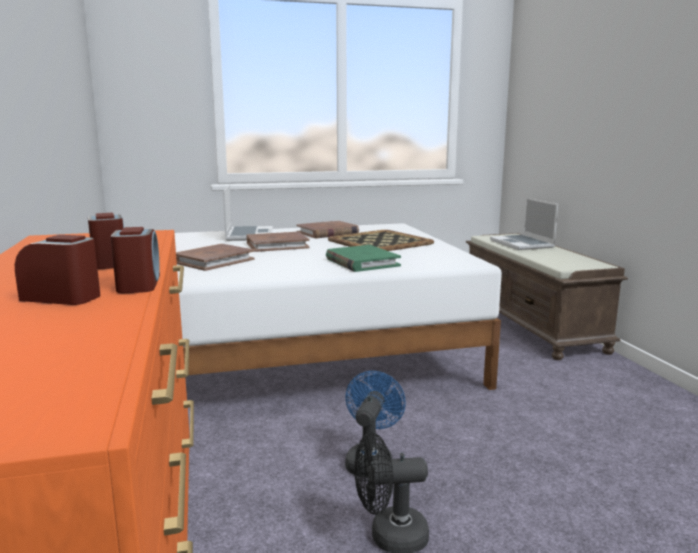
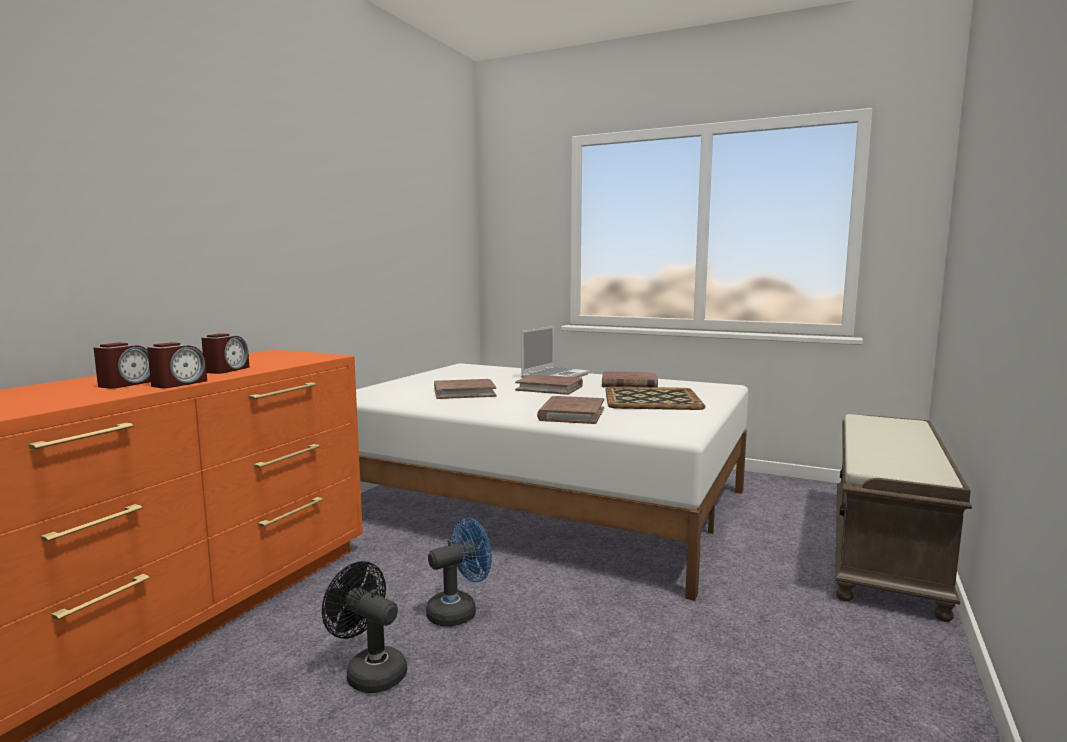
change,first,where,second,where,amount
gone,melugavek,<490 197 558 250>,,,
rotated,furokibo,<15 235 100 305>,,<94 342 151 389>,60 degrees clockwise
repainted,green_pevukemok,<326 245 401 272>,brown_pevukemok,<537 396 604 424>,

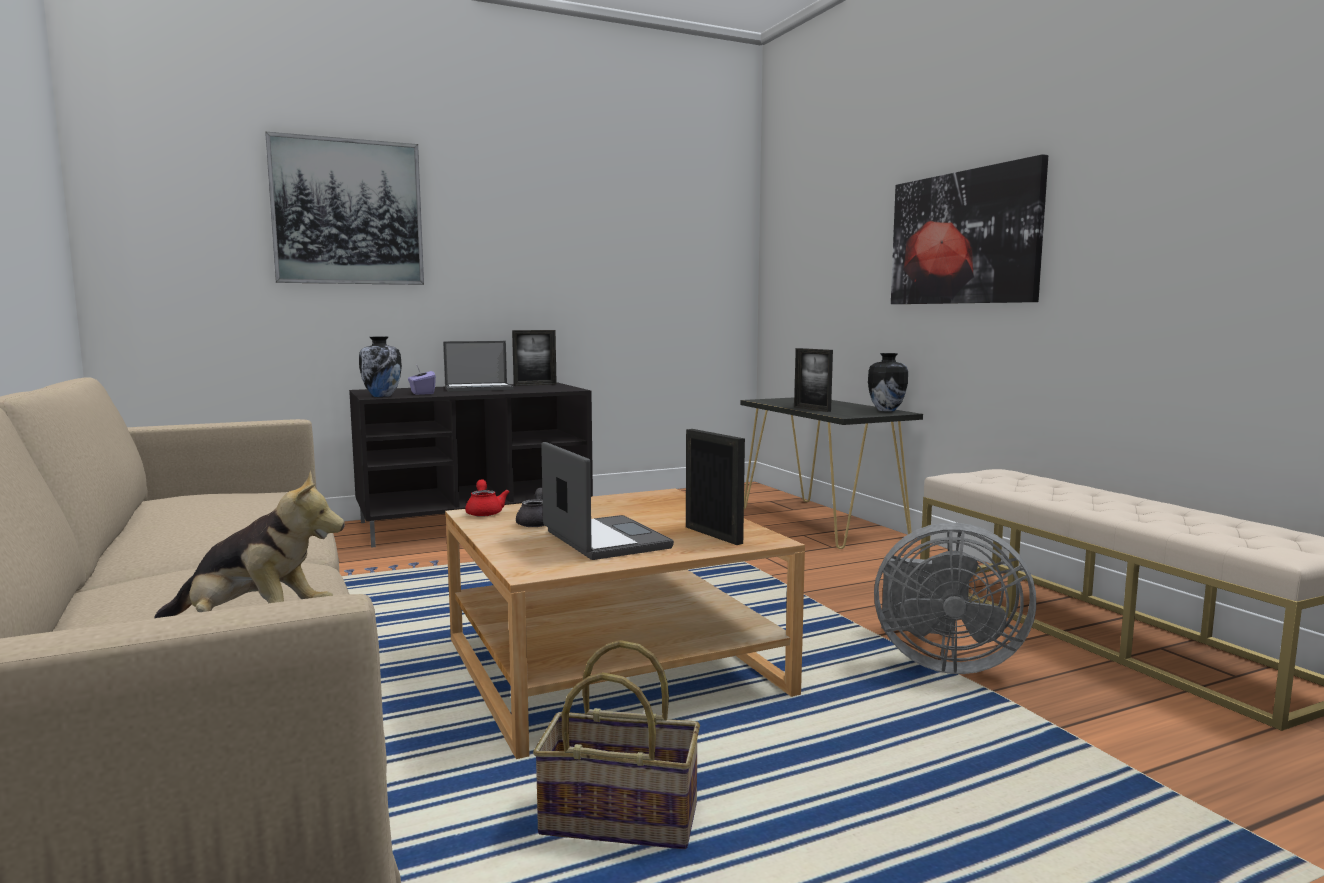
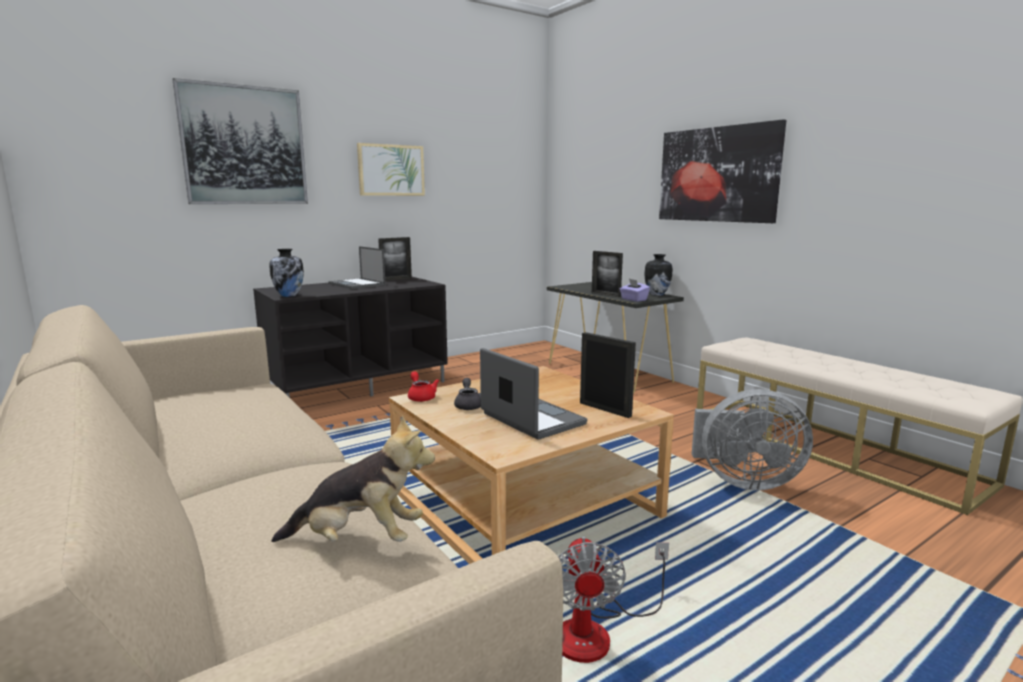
change,first,where,second,where,amount
rotated,melugavek,<443 341 513 392>,,<328 246 386 289>,75 degrees clockwise
shifted,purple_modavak,<408 366 436 395>,,<620 279 650 302>,
swapped,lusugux,<533 640 700 849>,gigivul,<558 536 669 663>,
new,,,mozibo,<357 143 425 196>,

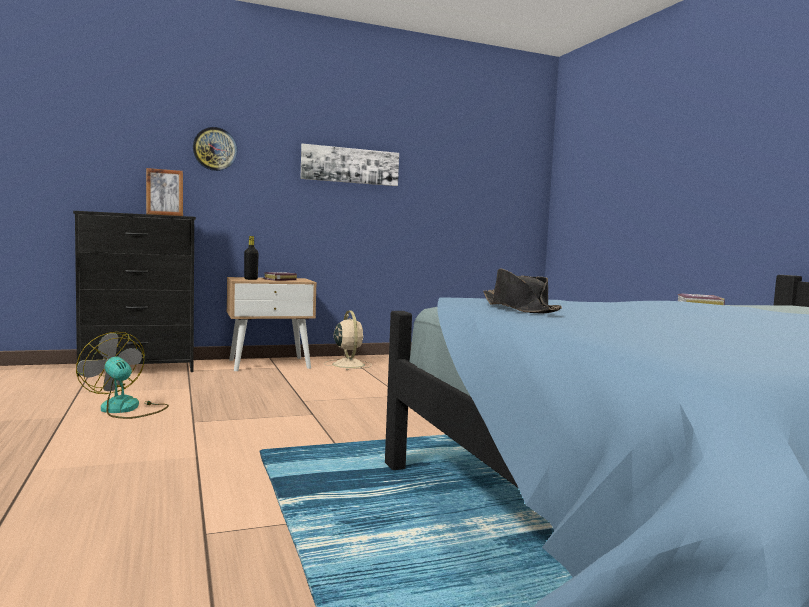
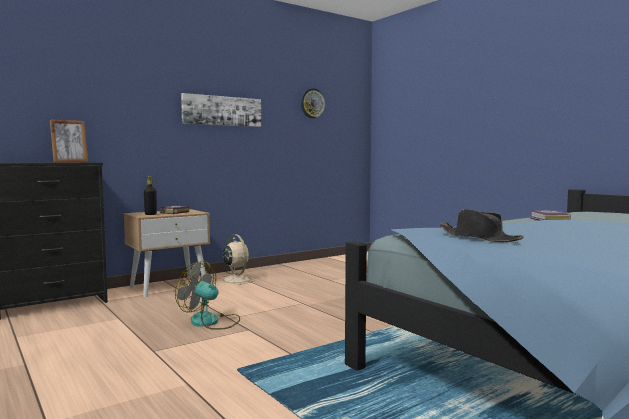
change,first,where,second,where,amount
shifted,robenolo,<193 127 237 171>,,<301 88 326 119>,
shifted,gigivul,<76 332 169 419>,,<175 261 240 329>,

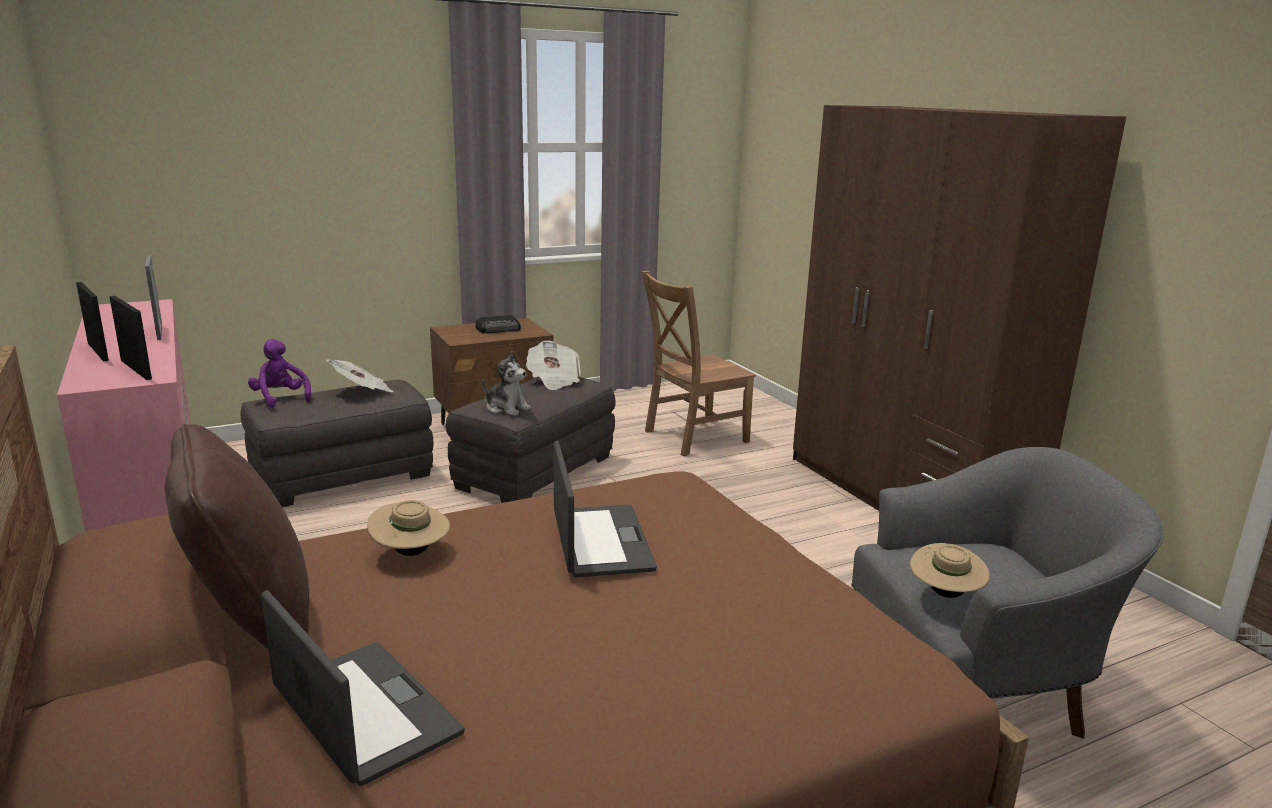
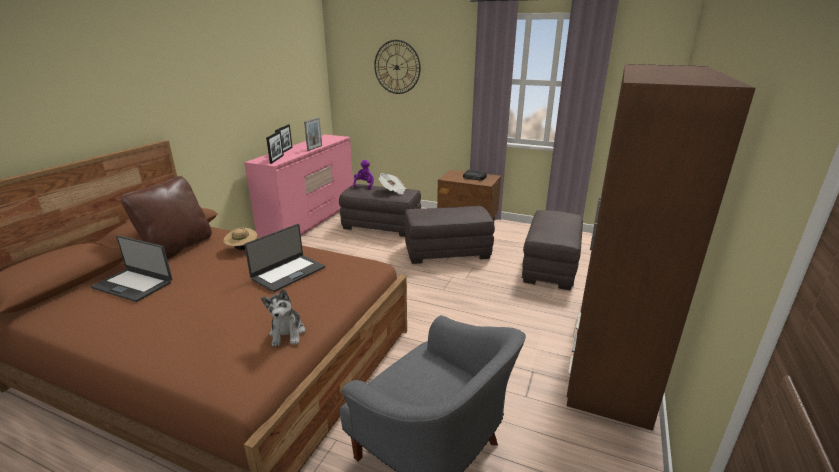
change,first,where,second,where,amount
swapped,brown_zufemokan,<642 271 756 456>,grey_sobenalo,<522 210 583 290>,
gone,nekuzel,<525 341 580 390>,,,
shifted,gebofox,<482 352 531 416>,,<261 289 305 346>,
gone,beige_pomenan,<910 543 990 598>,,,
rotated,melugavek,<261 590 465 786>,,<90 235 172 302>,105 degrees clockwise
new,,,robenolo,<374 40 421 94>,

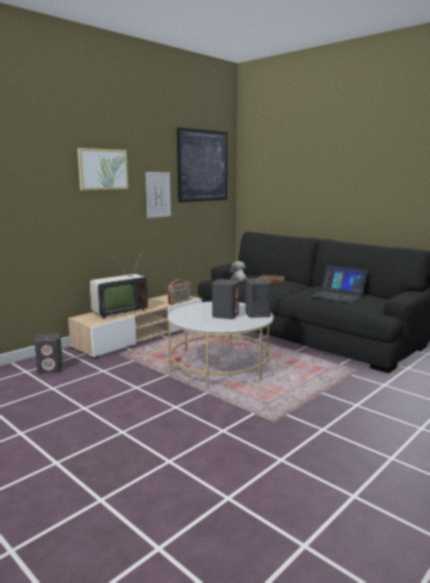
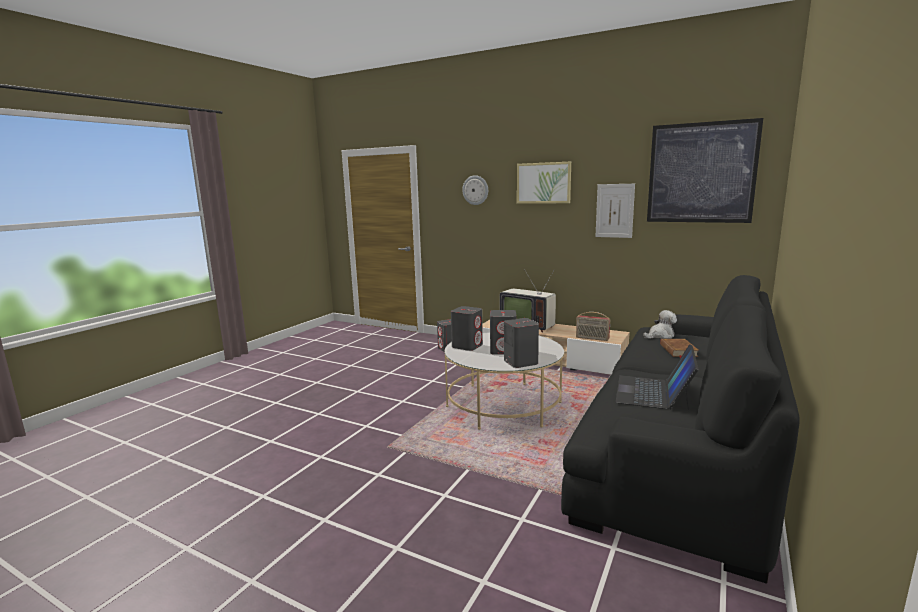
change,first,where,second,where,amount
new,,,robenolo,<462 175 488 205>,
new,,,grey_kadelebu,<451 306 483 351>,

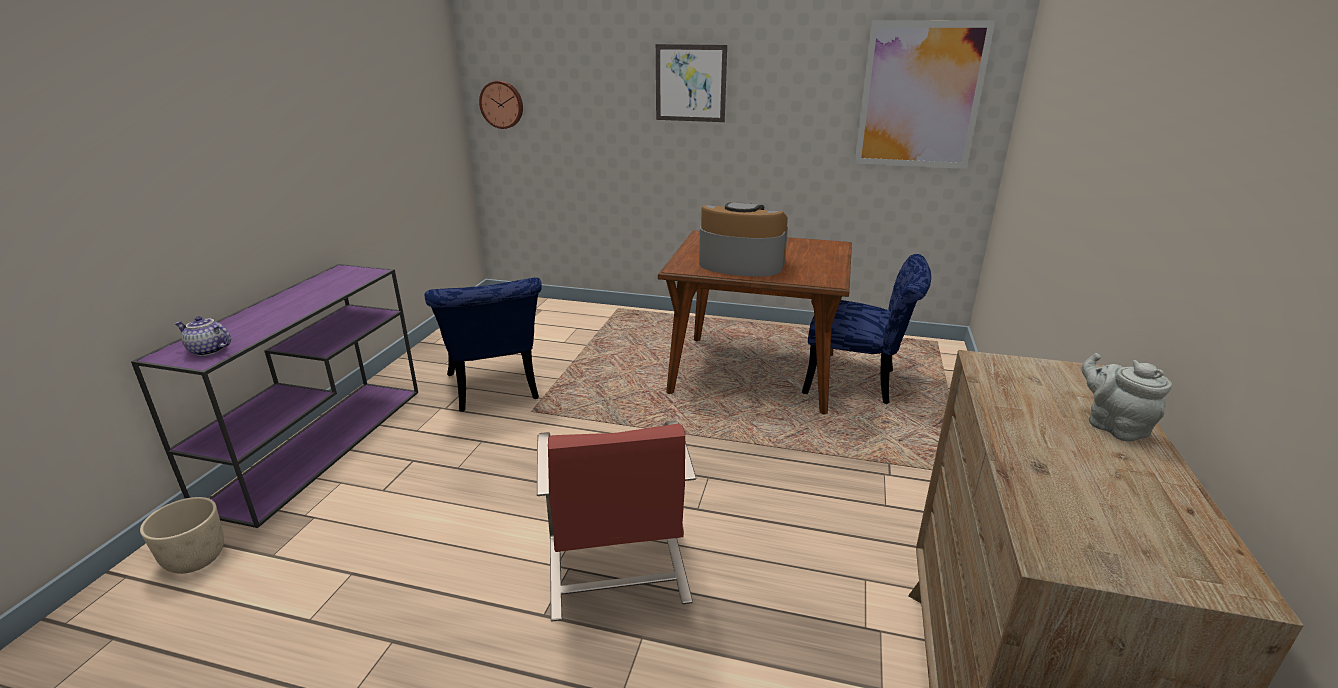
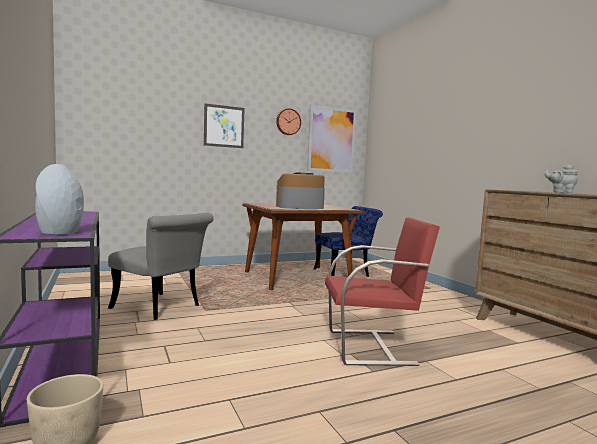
change,first,where,second,where,amount
shifted,robenolo,<479 81 523 129>,,<276 108 301 135>,
repainted,blue_zufemokan,<425 277 542 412>,grey_zufemokan,<108 213 214 320>,
swapped,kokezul,<174 316 231 356>,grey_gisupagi,<35 164 84 235>,
rotated,red_zufemokan,<537 421 696 622>,,<325 217 440 366>,45 degrees counterclockwise

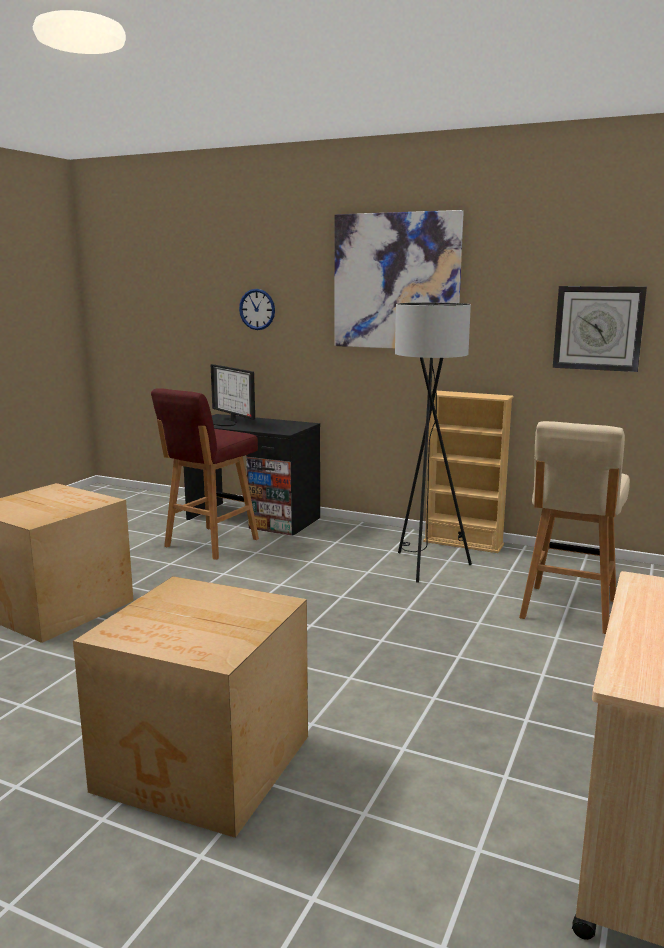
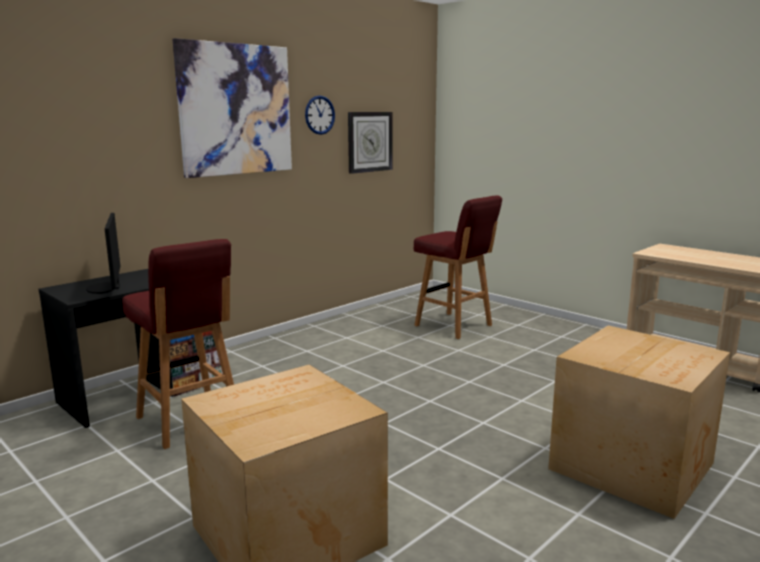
change,first,where,second,where,amount
shifted,robenolo,<239 289 275 330>,,<305 95 335 135>,
gone,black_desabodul,<395 302 472 583>,,,
rotated,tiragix,<211 364 255 426>,,<86 213 120 294>,90 degrees clockwise
gone,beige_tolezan,<423 391 514 553>,,,
repainted,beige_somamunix,<519 421 630 634>,red_somamunix,<414 196 502 339>,

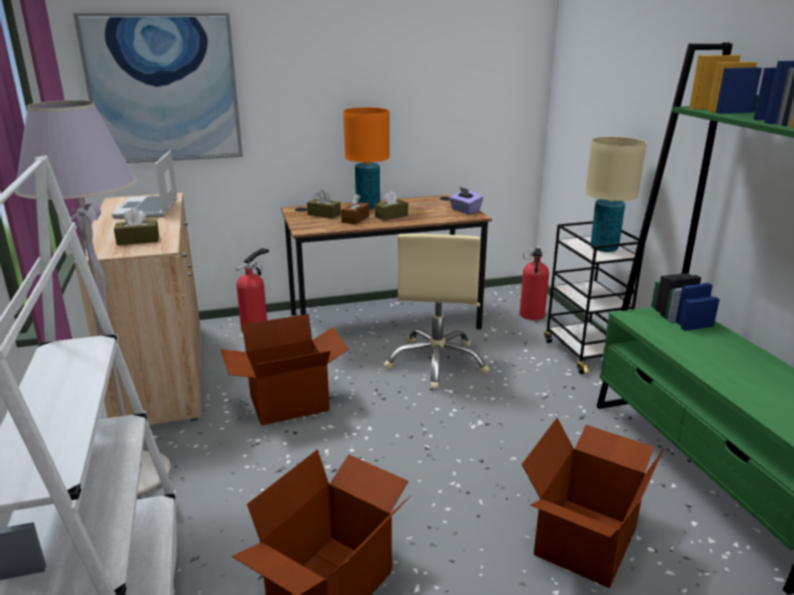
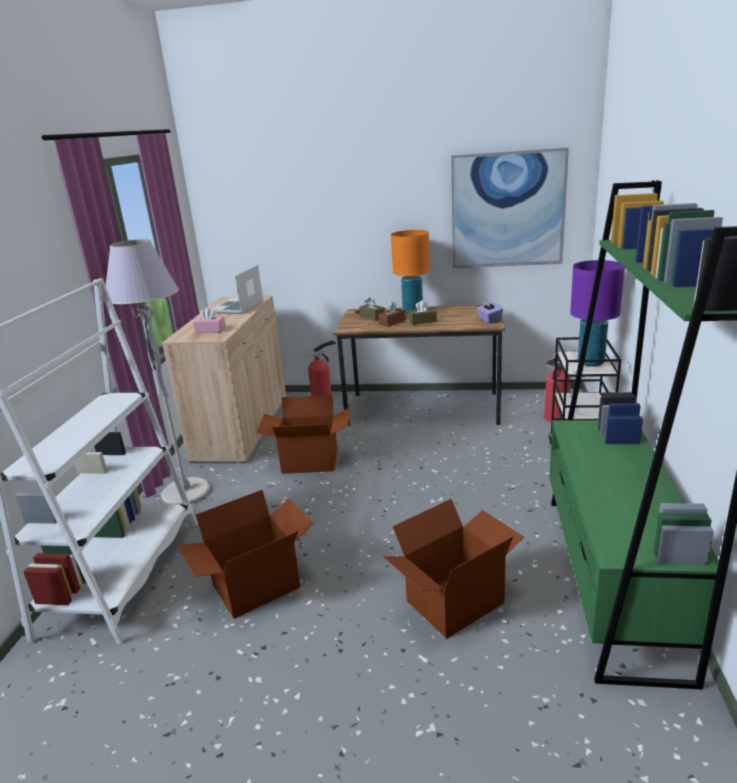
change,first,where,second,where,amount
shifted,mozibo,<73 13 243 163>,,<451 148 569 268>,
repainted,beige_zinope,<585 136 647 252>,purple_zinope,<570 260 625 367>,
repainted,brown_modavak,<114 208 159 245>,pink_modavak,<193 308 226 333>,
gone,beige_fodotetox,<384 234 489 390>,,,

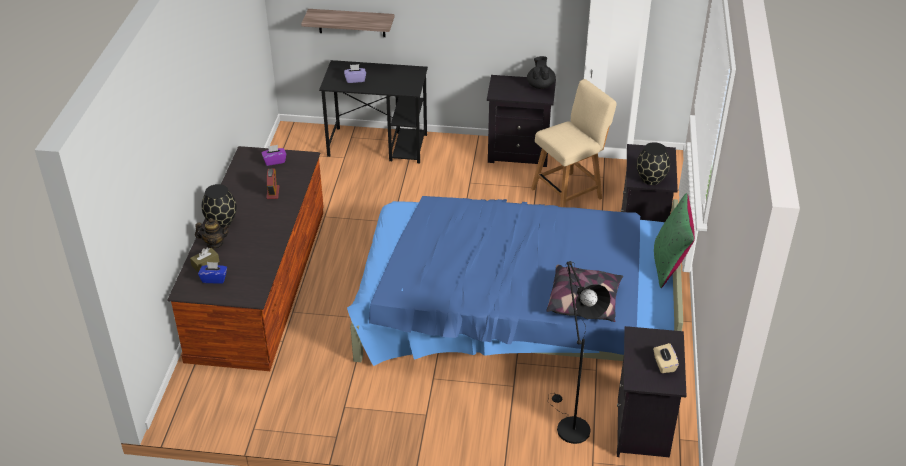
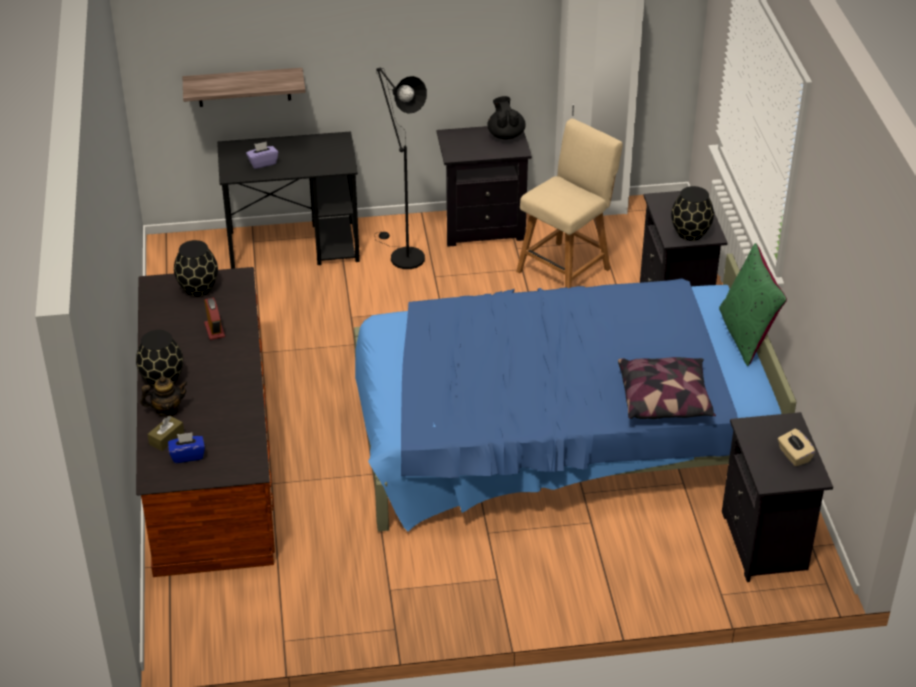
change,first,where,second,where,amount
swapped,purple_modavak,<262 145 286 166>,black_gisupagi,<174 240 218 296>,
shifted,black_desabodul,<548 261 610 444>,,<375 67 427 269>,

